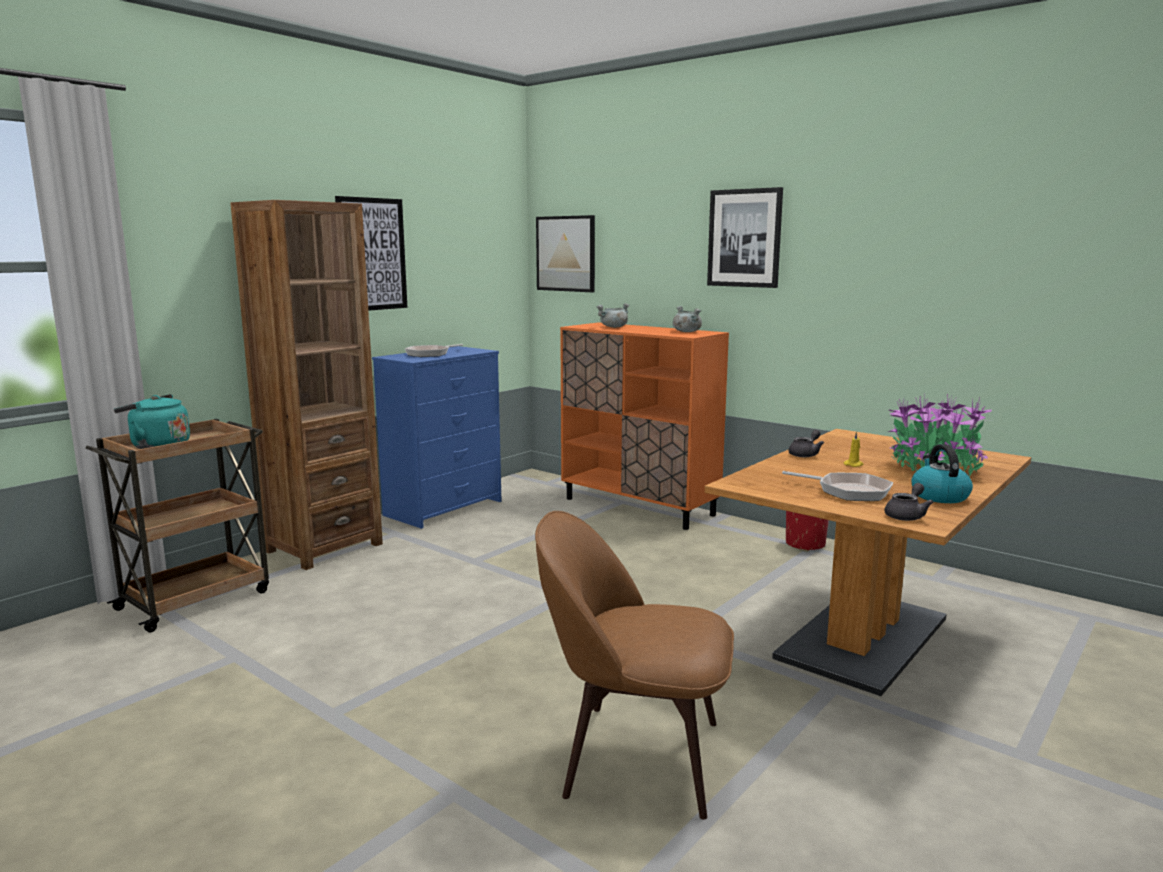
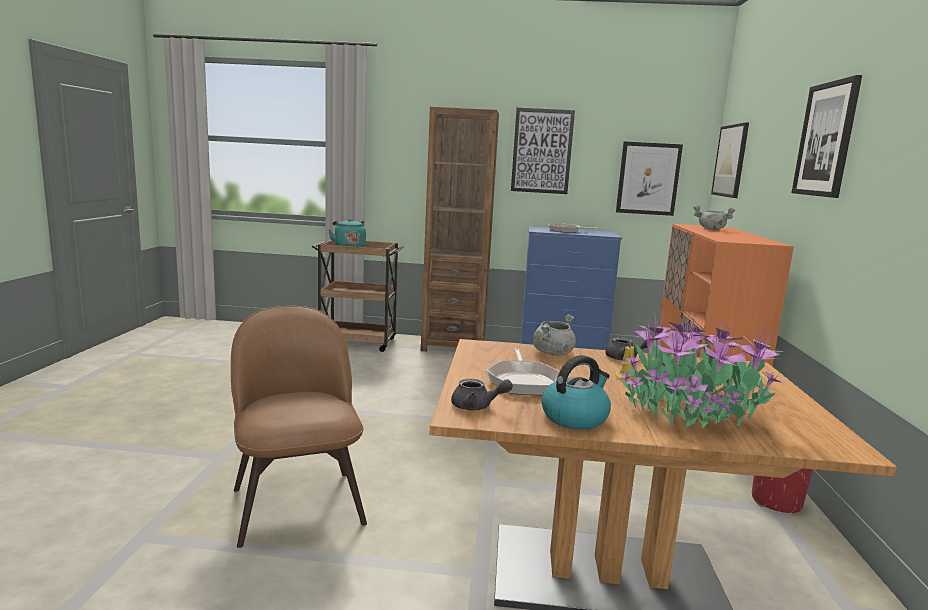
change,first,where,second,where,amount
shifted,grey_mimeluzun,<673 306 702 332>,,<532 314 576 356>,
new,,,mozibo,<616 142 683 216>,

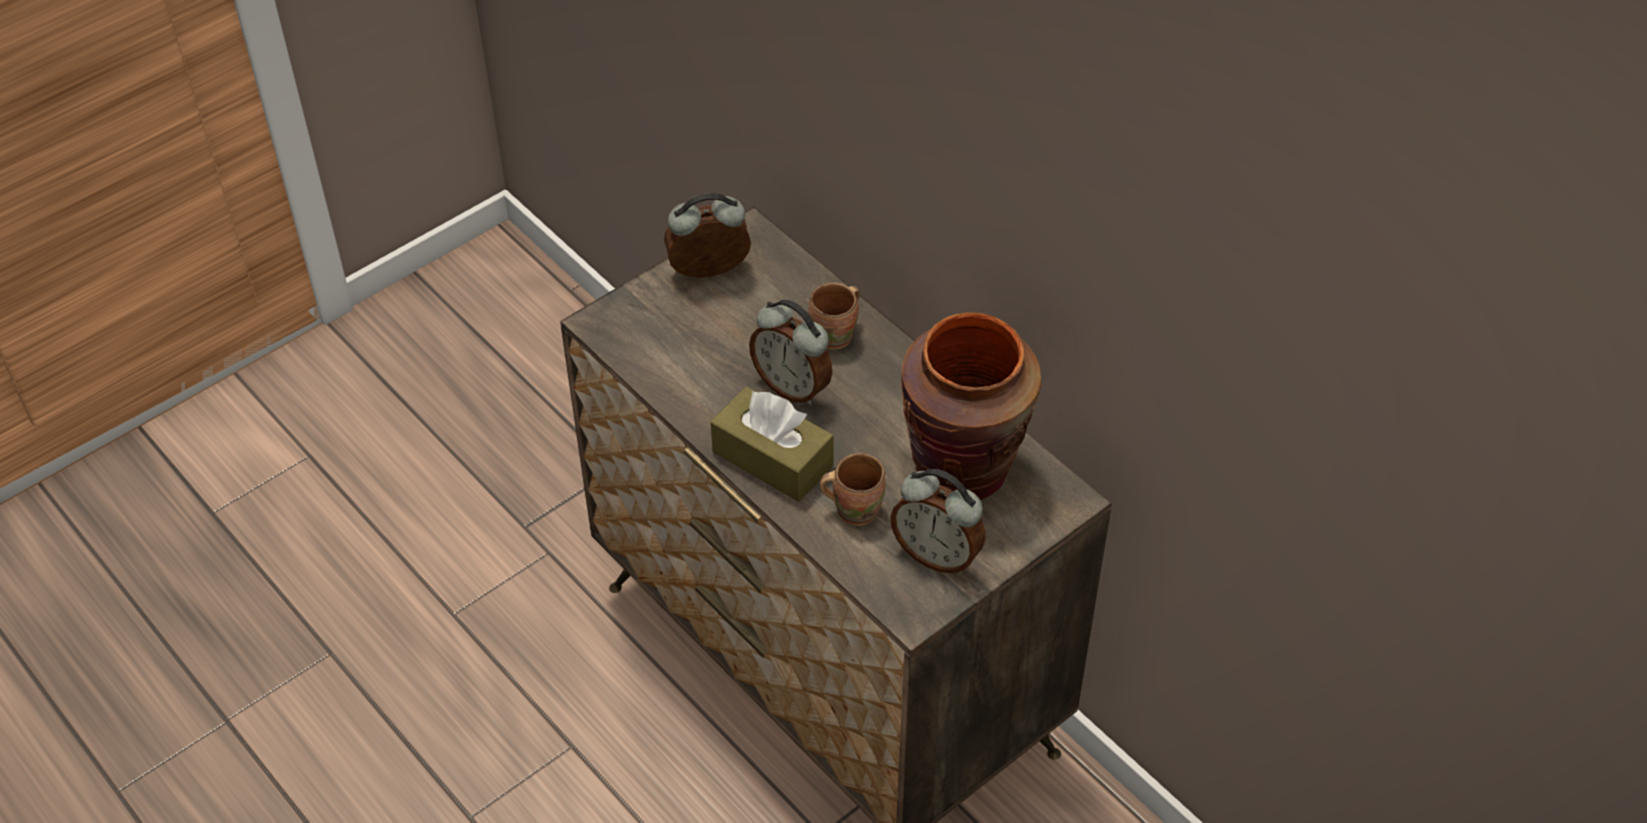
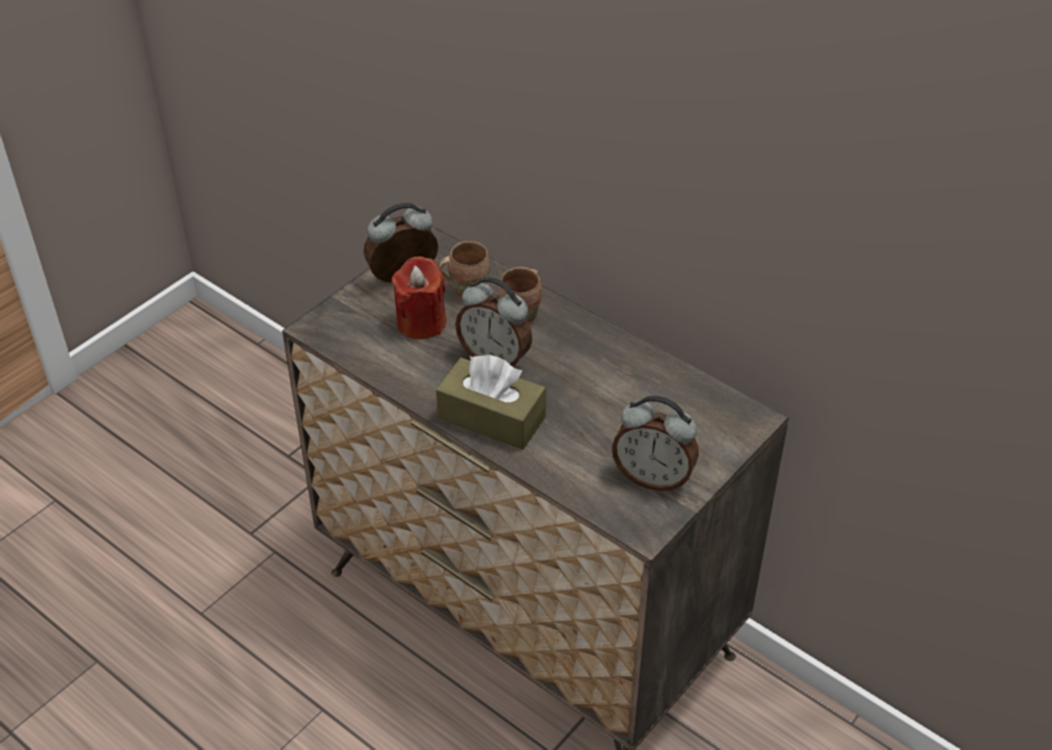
change,first,where,second,where,amount
gone,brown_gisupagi,<901 312 1041 500>,,,
shifted,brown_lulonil,<820 453 886 526>,,<438 241 490 299>,
new,,,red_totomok,<392 256 446 339>,

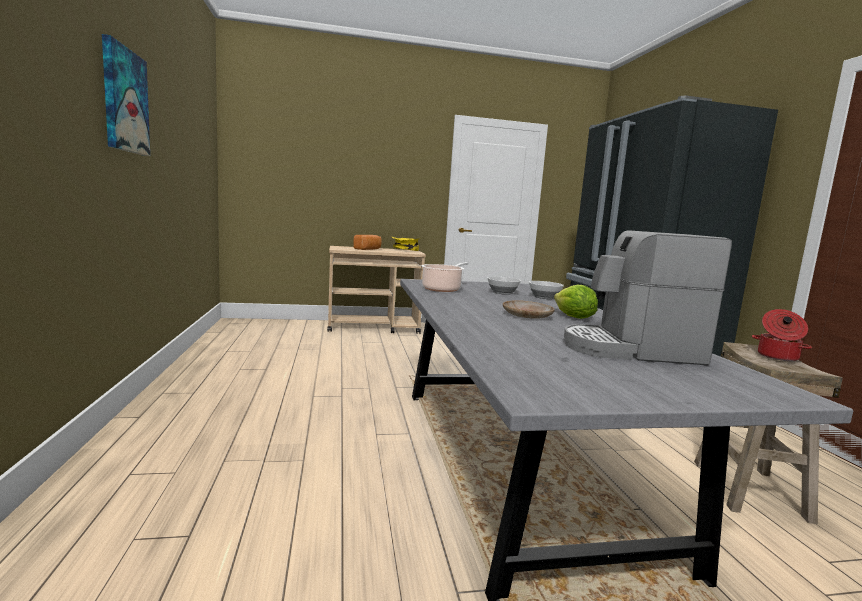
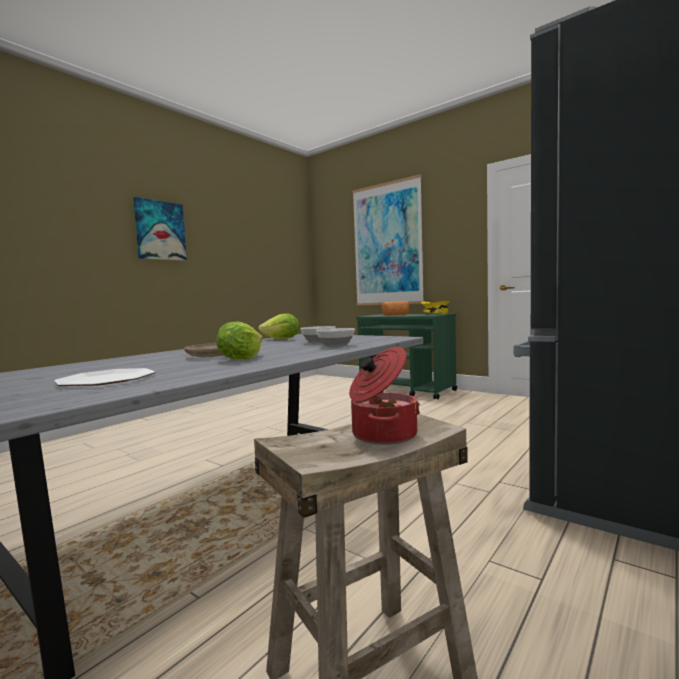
change,first,where,second,where,amount
swapped,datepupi,<564 230 732 365>,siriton,<54 368 155 386>,
repainted,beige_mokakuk,<327 246 426 334>,green_mokakuk,<356 313 457 399>,
swapped,mimeluzun,<421 262 469 292>,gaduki,<258 313 299 339>,
new,,,mozibo,<352 174 424 305>,

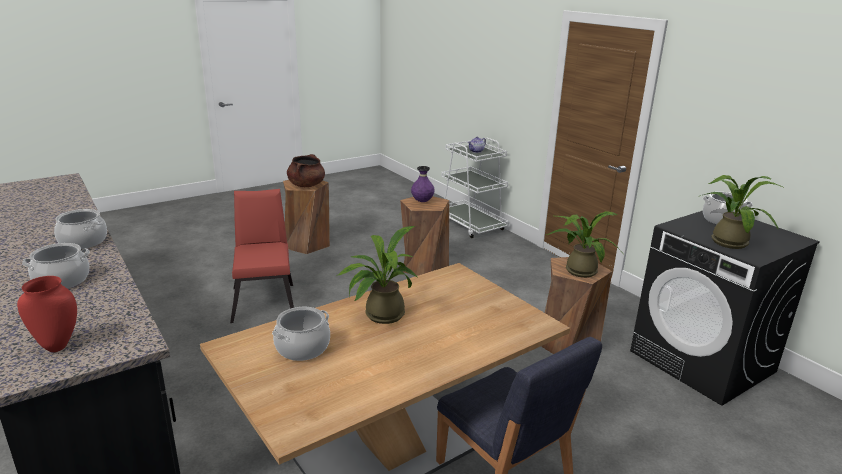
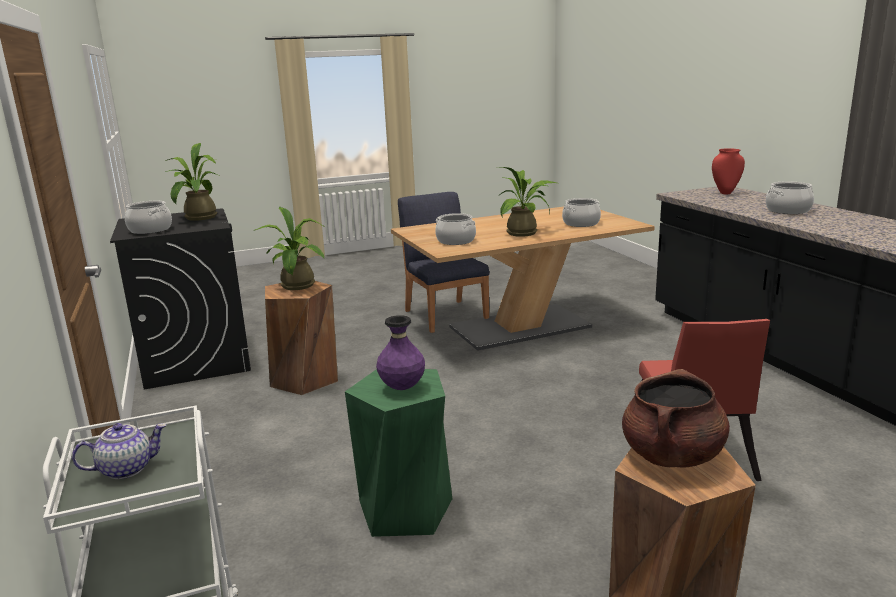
change,first,where,second,where,amount
repainted,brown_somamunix,<400 196 449 275>,green_somamunix,<345 369 452 537>,
shifted,mimeluzun,<54 209 107 249>,,<435 213 476 245>,

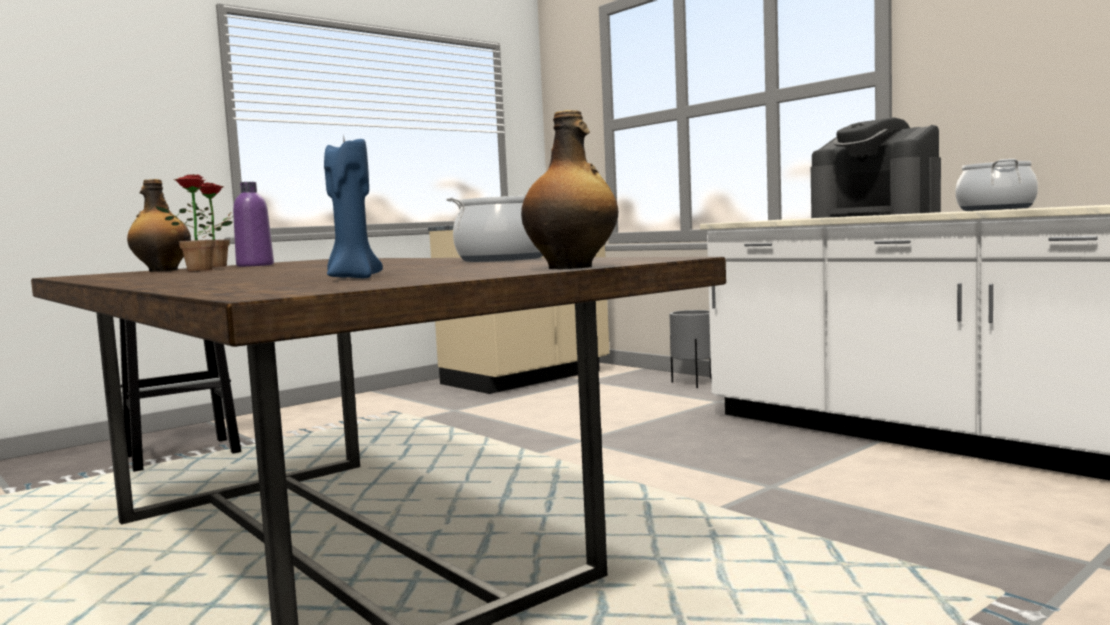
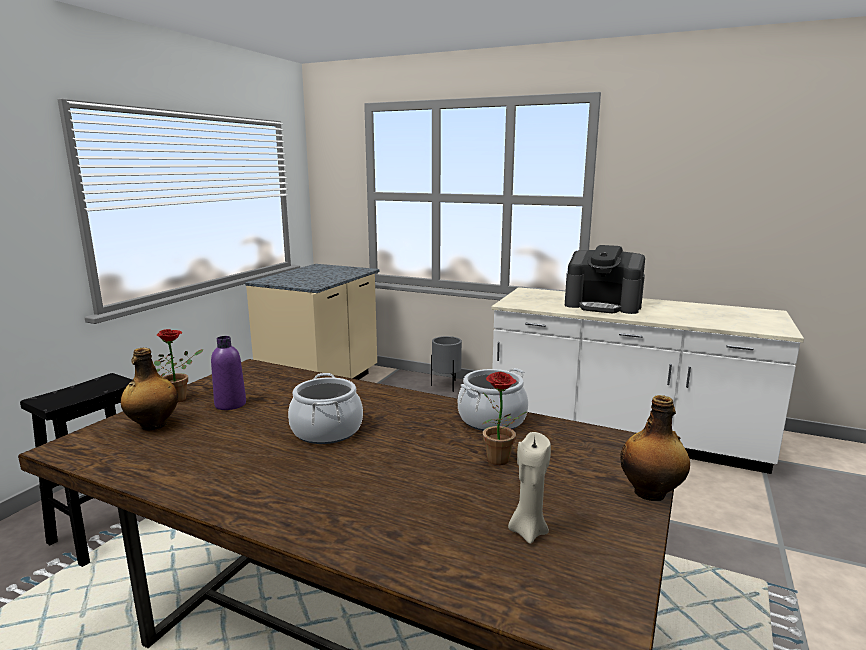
change,first,where,second,where,amount
repainted,blue_totomok,<324 134 383 278>,beige_totomok,<508 432 551 544>,
shifted,mimeluzun,<955 159 1038 211>,,<288 373 363 444>,
shifted,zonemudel,<156 174 233 271>,,<483 372 528 465>,

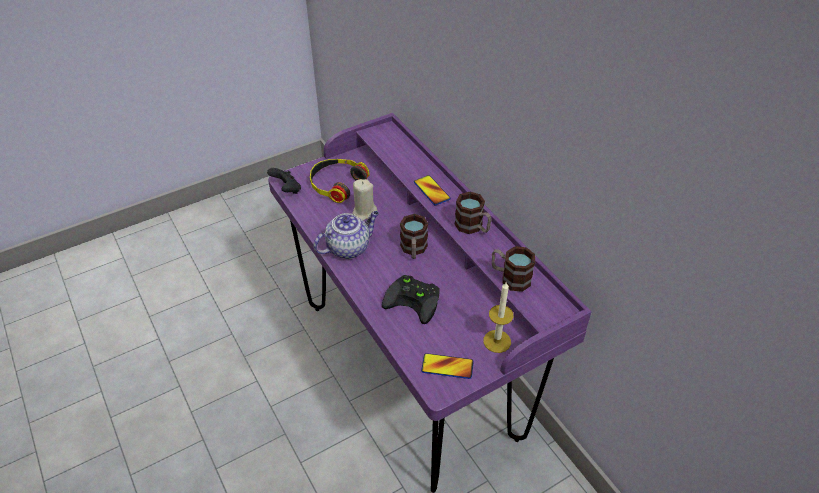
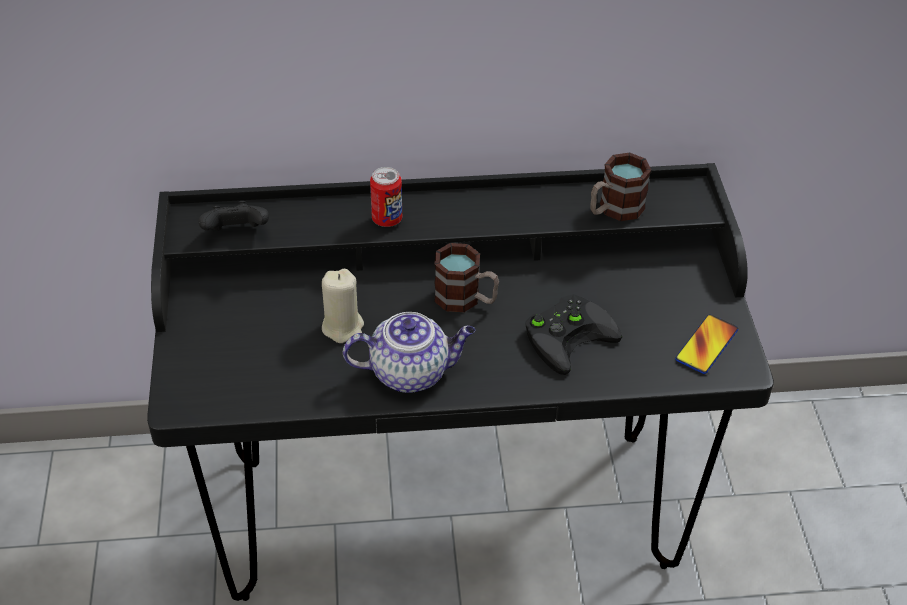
change,first,where,second,where,amount
repainted,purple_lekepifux,<268 113 592 493>,black_lekepifux,<147 163 774 601>,
gone,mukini,<310 159 370 203>,,,
shifted,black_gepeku,<267 168 301 194>,,<199 201 269 231>,
swapped,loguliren,<414 175 450 205>,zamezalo,<370 167 402 227>,
gone,lulonil,<455 192 491 234>,,,
rotated,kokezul,<314 211 379 259>,,<343 312 475 393>,90 degrees clockwise
gone,totomok,<483 281 514 353>,,,

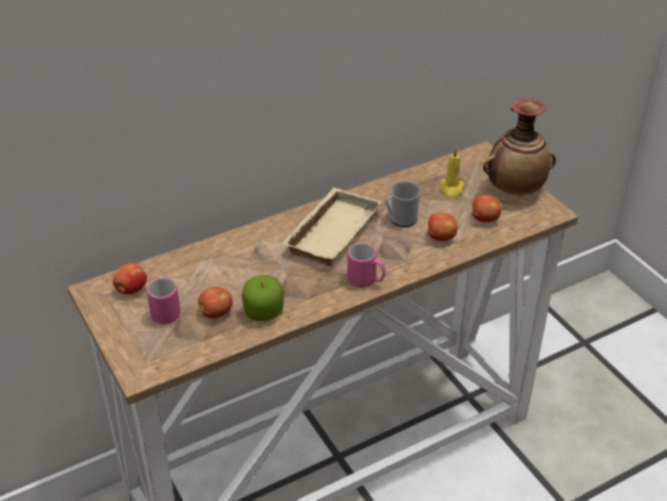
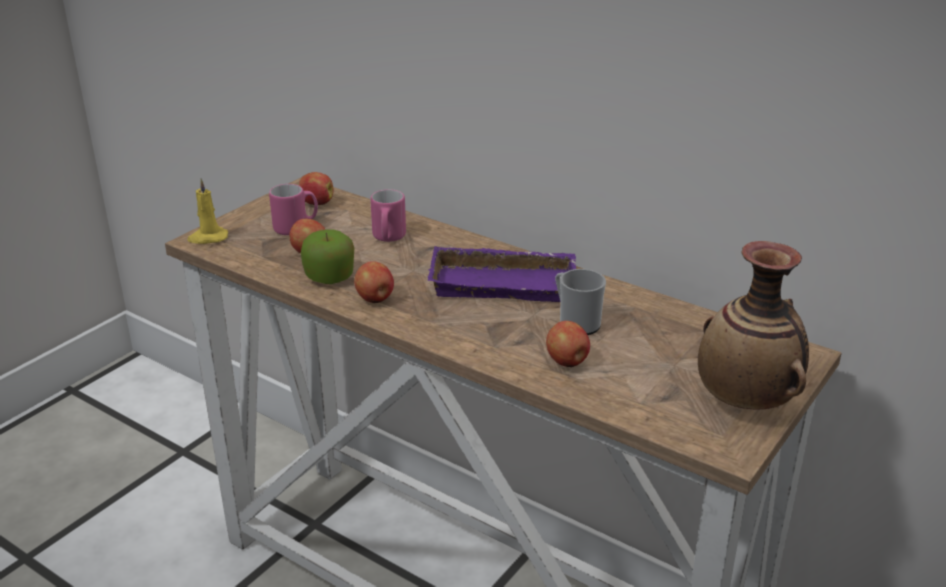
change,first,where,second,where,amount
shifted,yellow_totomok,<440 148 465 198>,,<187 179 228 244>,
repainted,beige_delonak,<282 187 382 266>,purple_delonak,<428 246 576 302>,
shifted,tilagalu,<472 195 501 222>,,<354 261 394 303>,
shifted,pink_lulonil,<347 243 386 287>,,<370 189 406 242>,

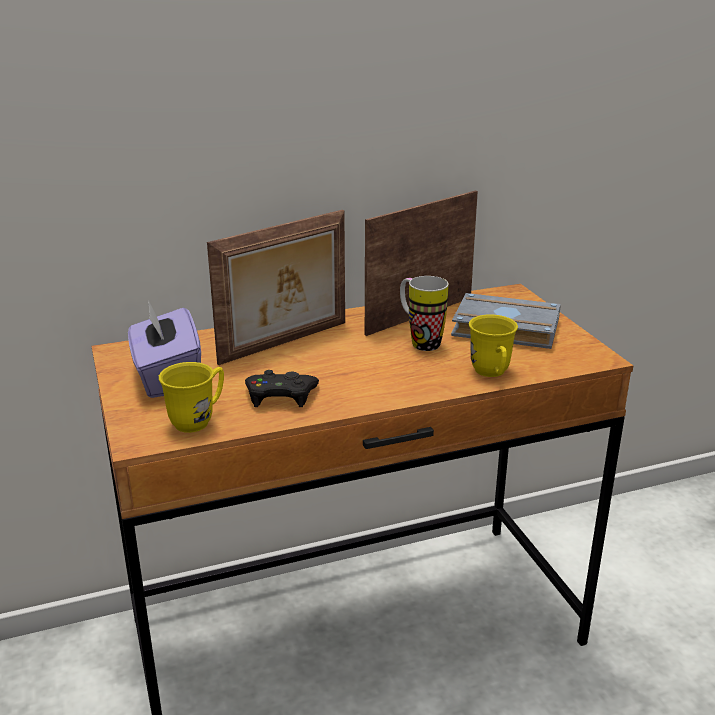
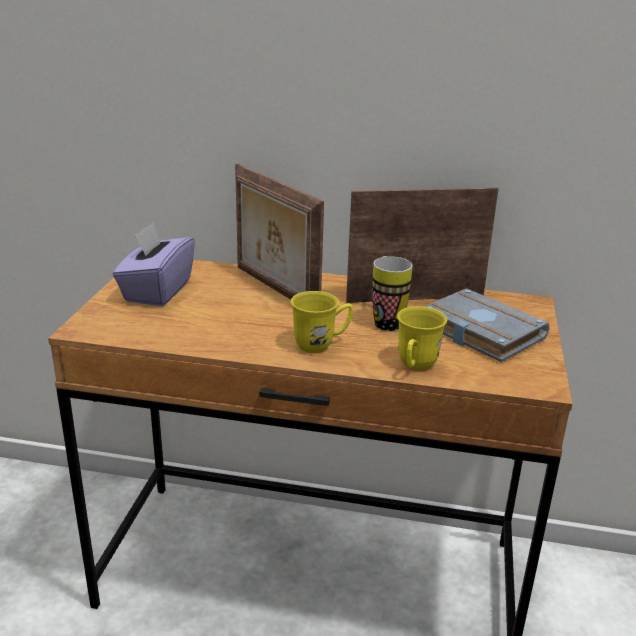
change,first,where,second,where,amount
rotated,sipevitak,<207 210 345 365>,,<235 164 324 300>,60 degrees clockwise
shifted,yellow_lulonil,<159 362 224 433>,,<291 291 353 353>,
gone,black_gepeku,<245 370 319 407>,,,

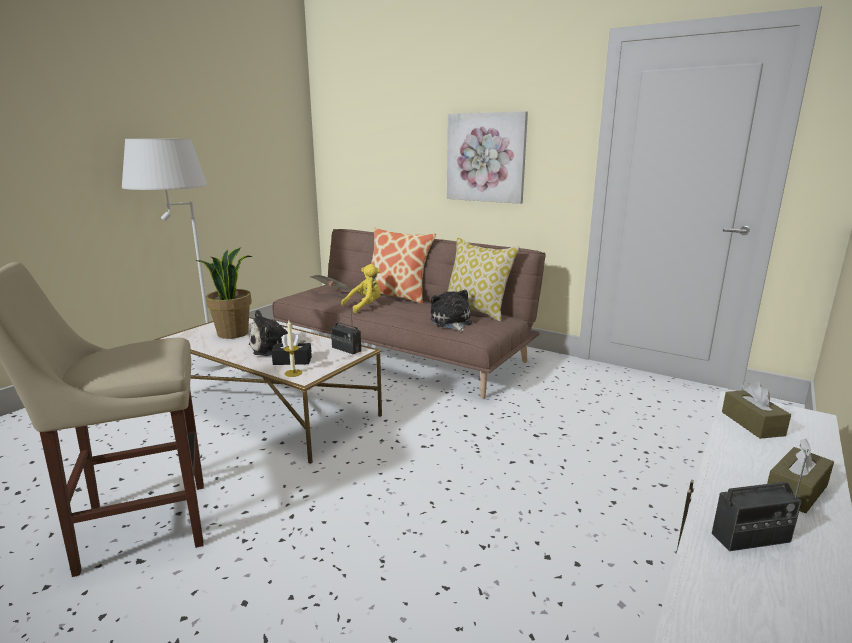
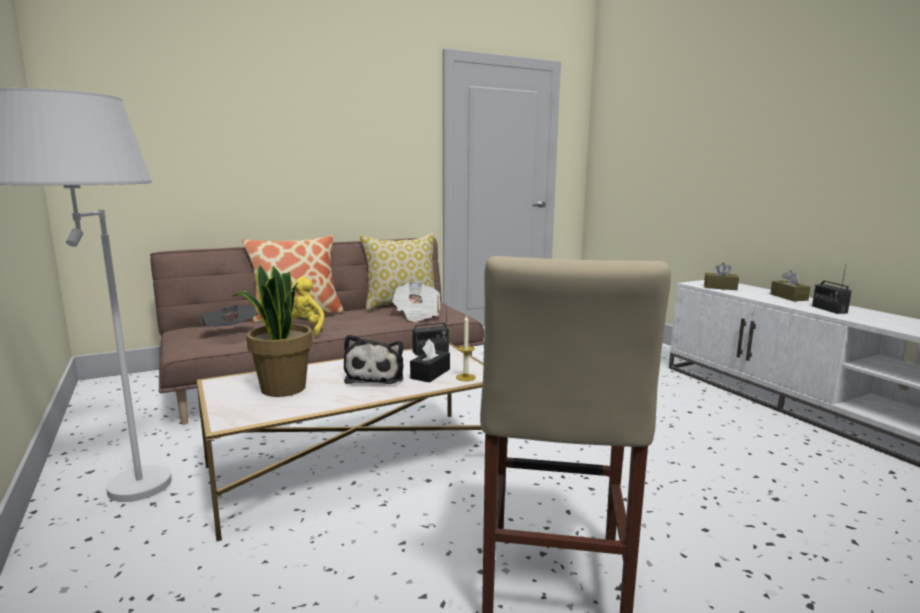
change,first,where,second,where,amount
gone,mozibo,<447 111 528 204>,,,
swapped,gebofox,<431 290 472 332>,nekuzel,<392 281 440 322>,
rotated,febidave,<712 449 809 551>,,<812 265 852 314>,150 degrees clockwise

